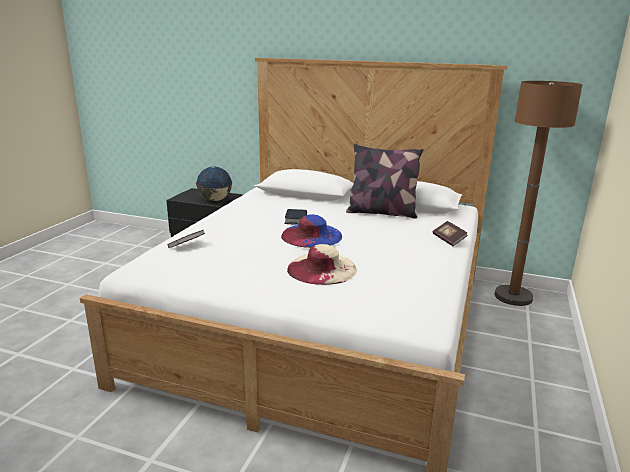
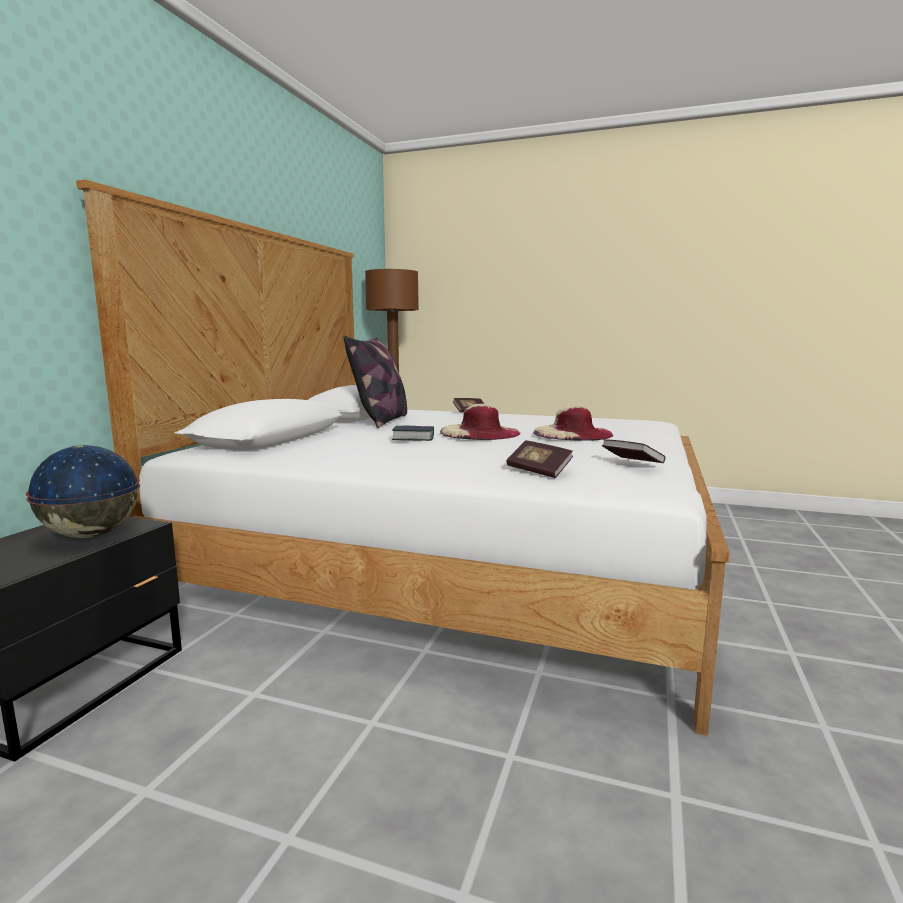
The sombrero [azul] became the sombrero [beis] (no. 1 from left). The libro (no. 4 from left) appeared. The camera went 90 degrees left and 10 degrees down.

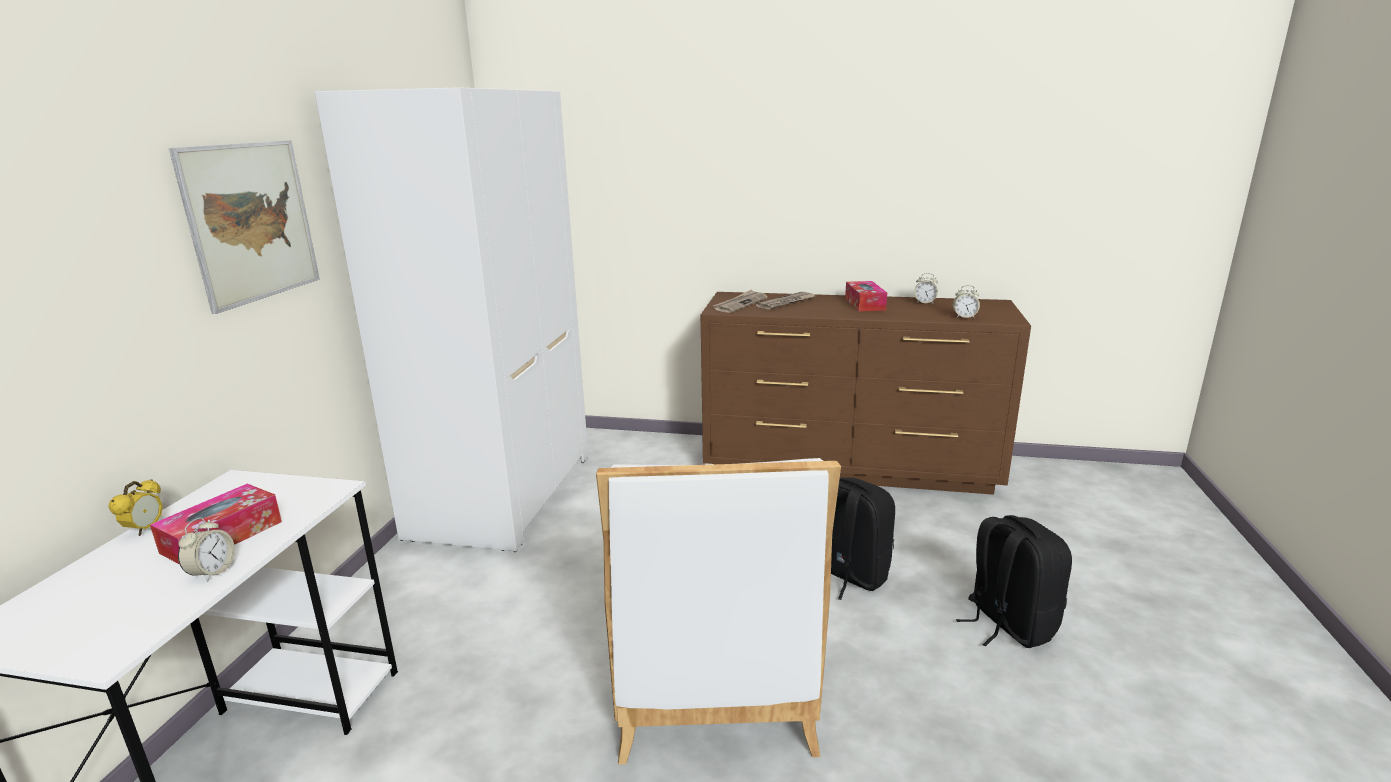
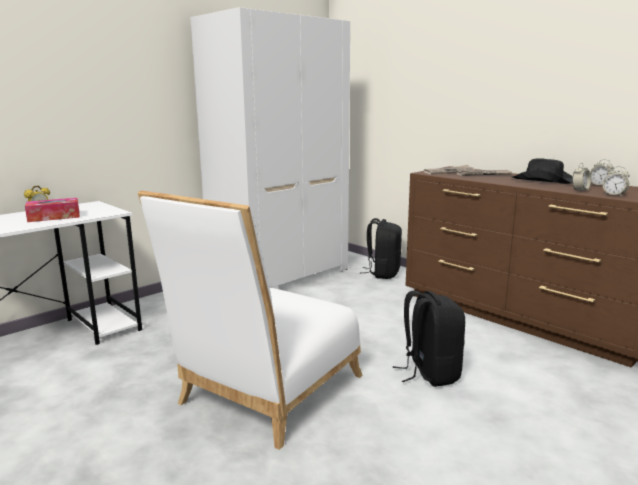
The cuadro disappeared. The caja de pañuelos (no. 2 from left) was replaced by the sombrero [negro]. The mochila [negro] (no. 2 from left in the first image) moved. The despertador (no. 2 from left) moved. The camera went 35 degrees right and 5 degrees down.

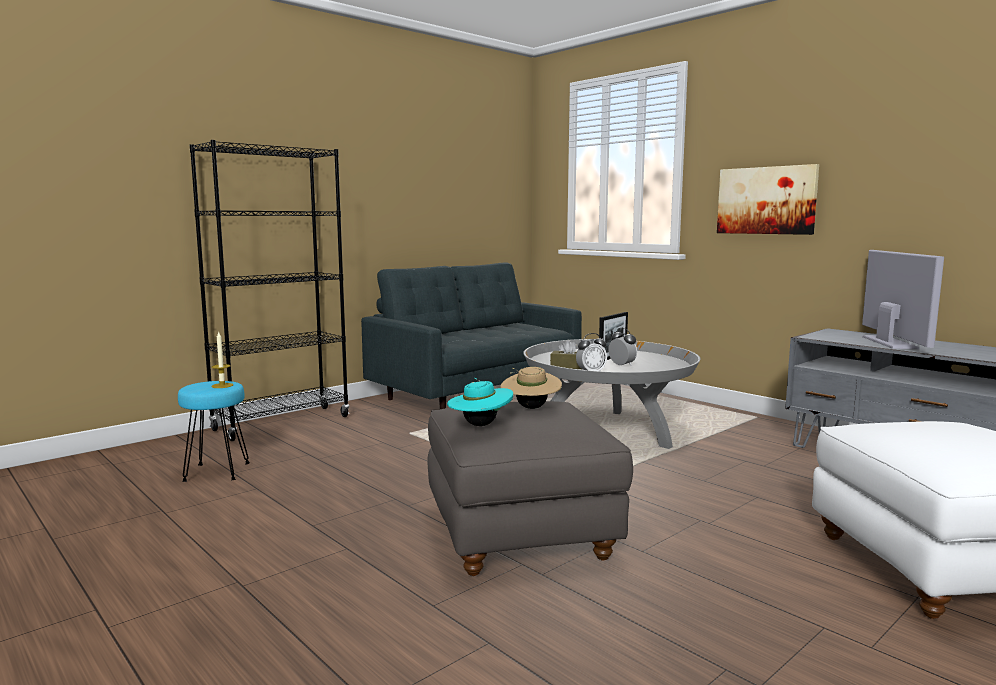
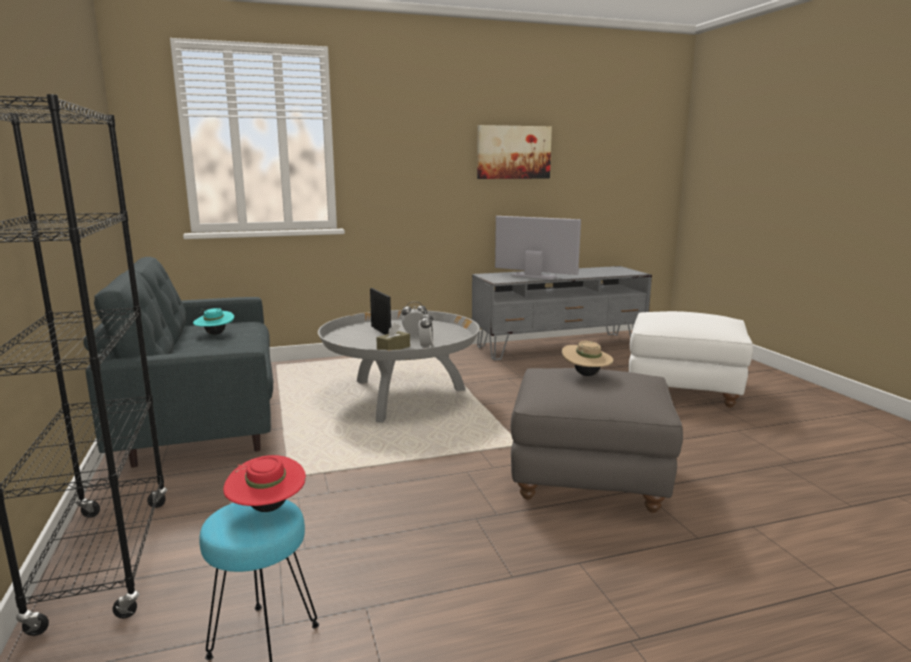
The cuadro moved. The vela was replaced by the sombrero [rojo]. The sombrero [turquesa] moved. The camera went 65 degrees left and 5 degrees up.

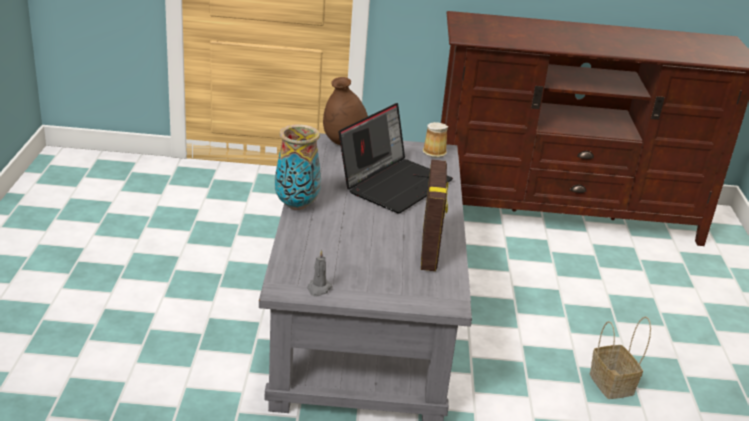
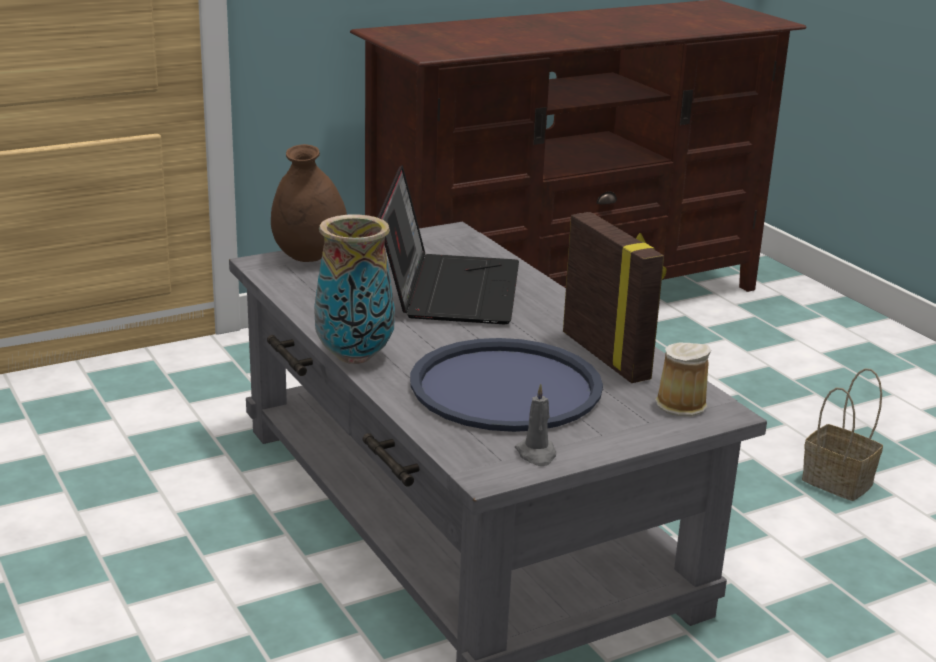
The taza grande moved. The bandeja [azul] appeared. The camera went 30 degrees left and 5 degrees down.

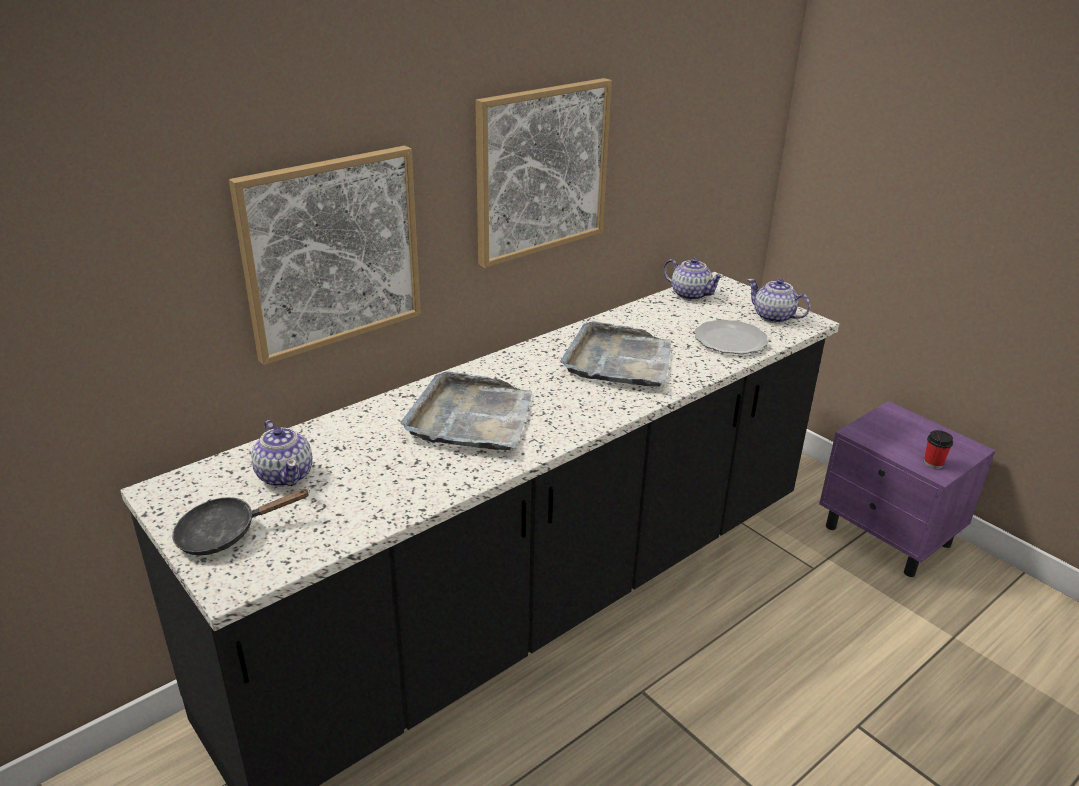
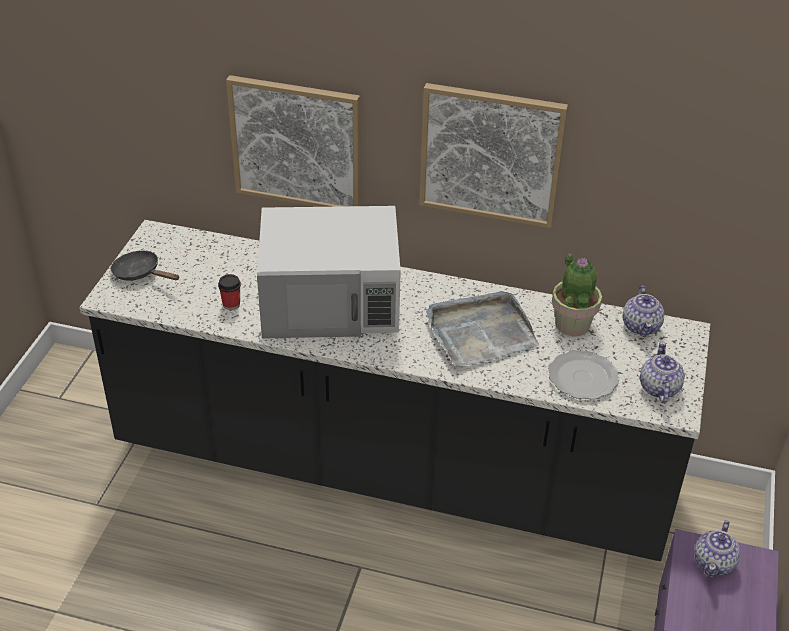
The bandeja [gris] (no. 1 from left) was replaced by the microondas [blanco]. The tetera (no. 1 from left in the first image) moved. The taza moved. The planta en maceta appeared. The camera went 55 degrees right and 10 degrees up.

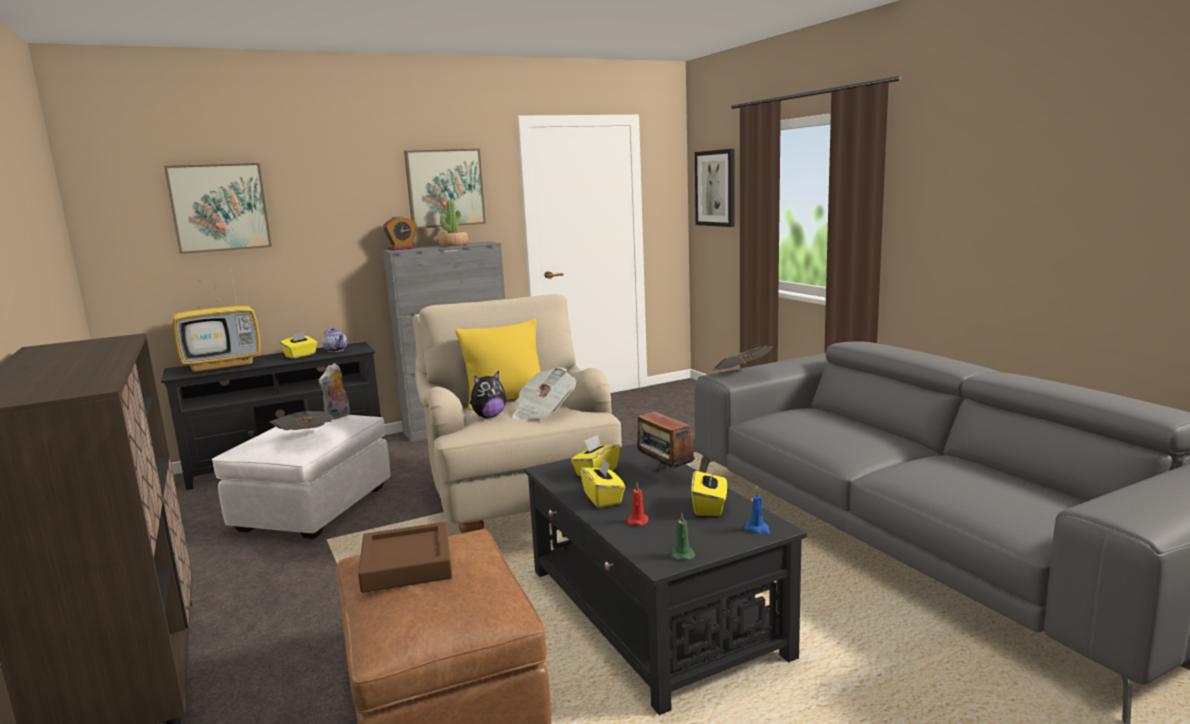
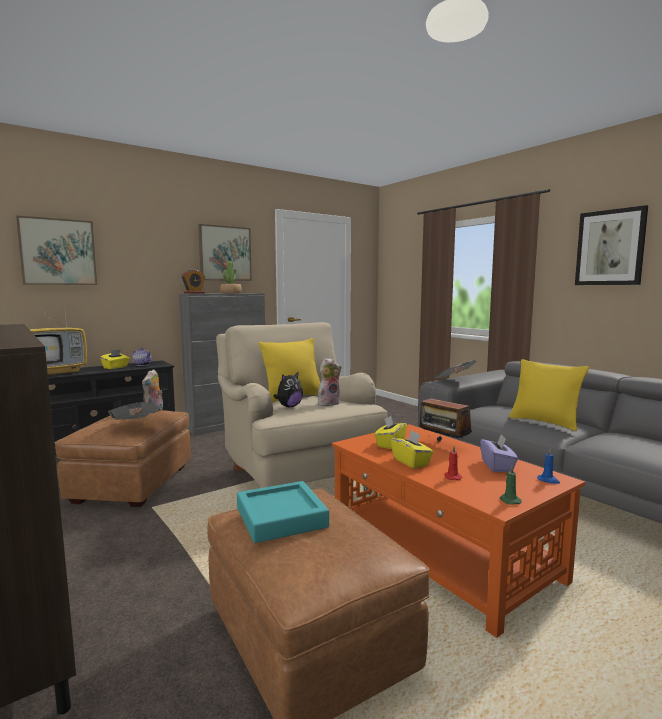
The cuadro (no. 3 from left) moved. The periódico (no. 2 from left) was replaced by the peluche (no. 3 from left). The puf [blanco] became the puf [marrón] (no. 1 from left). The mesa de centro [negro] became the mesa de centro [naranja]. The caja de pañuelos [amarillo] (no. 4 from left) became the caja de pañuelos [morado]. The bandeja [marrón] became the bandeja [turquesa]. The cojín [amarillo] (no. 2 from left) appeared. The camera went 10 degrees left and 5 degrees down.

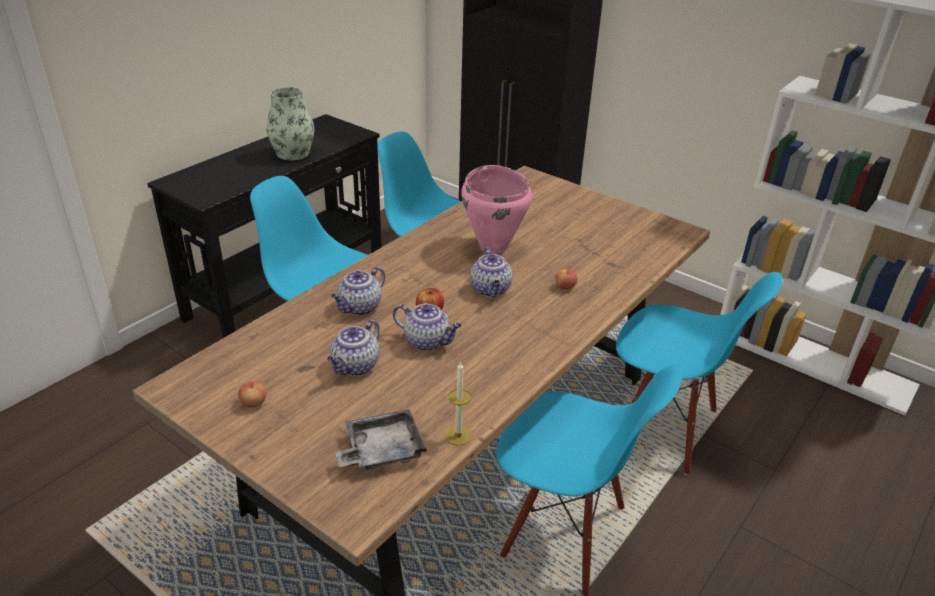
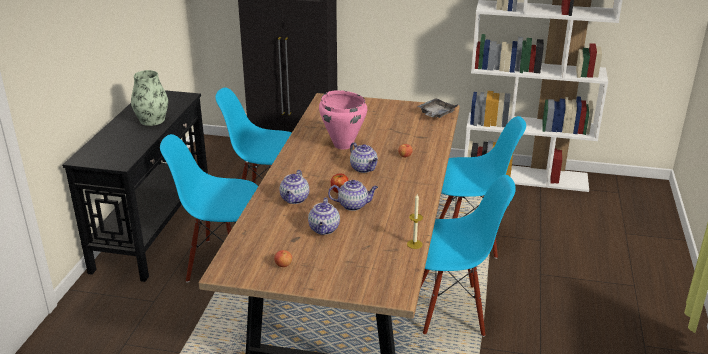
The bandeja [gris] moved. The camera went 25 degrees left and 5 degrees down.

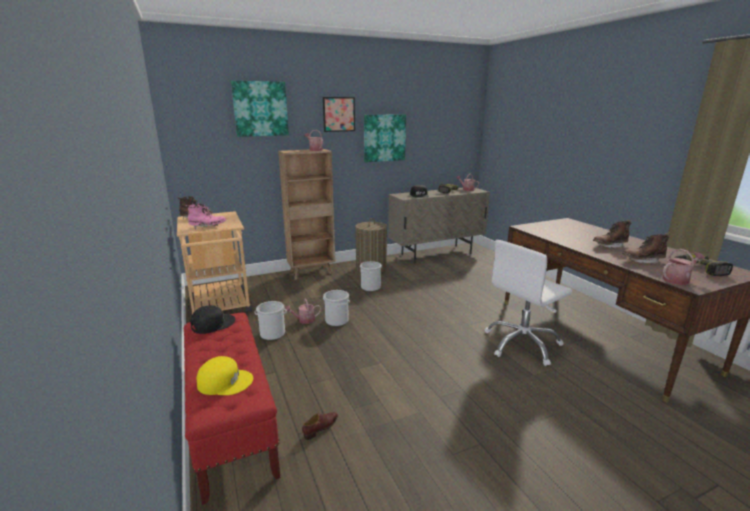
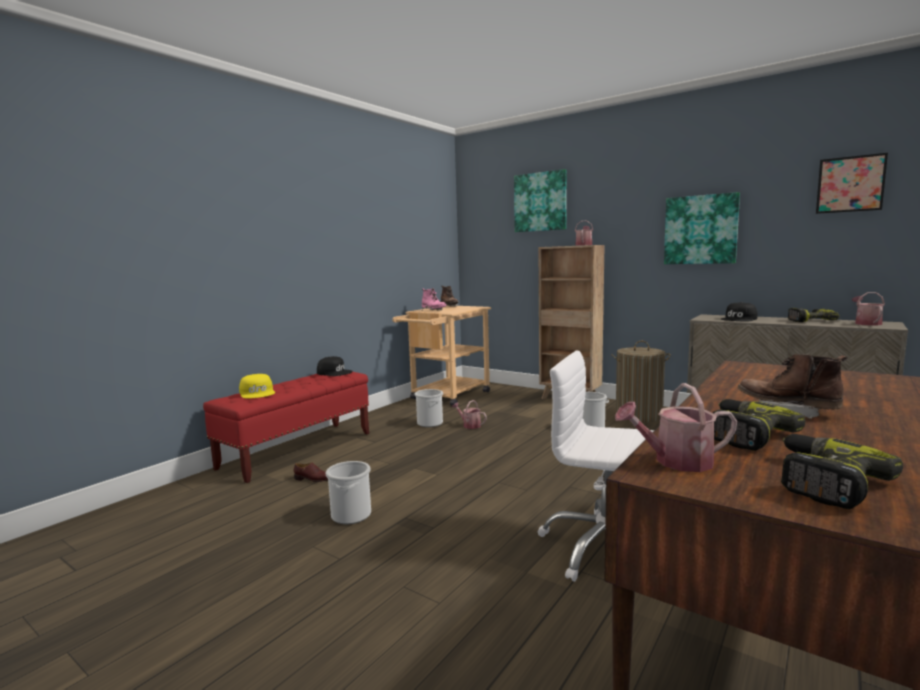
The cuadro (no. 2 from left in the first image) moved. The bota [marrón] (no. 3 from left) was replaced by the taladro (no. 1 from left). The regadera (no. 4 from left in the first image) turned 135 degrees clockwise. The cubo (no. 2 from left in the first image) moved. The camera went 60 degrees right and 10 degrees down.

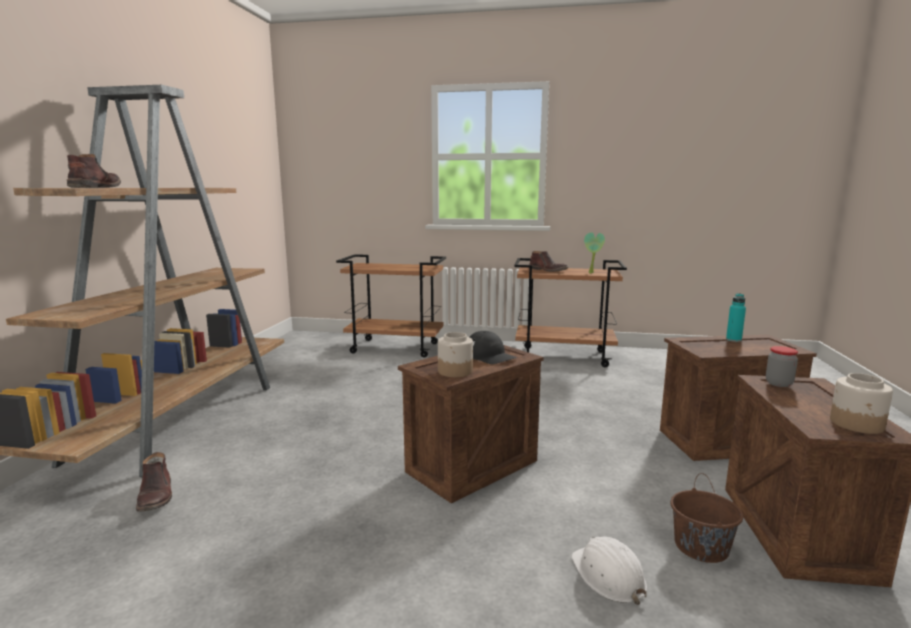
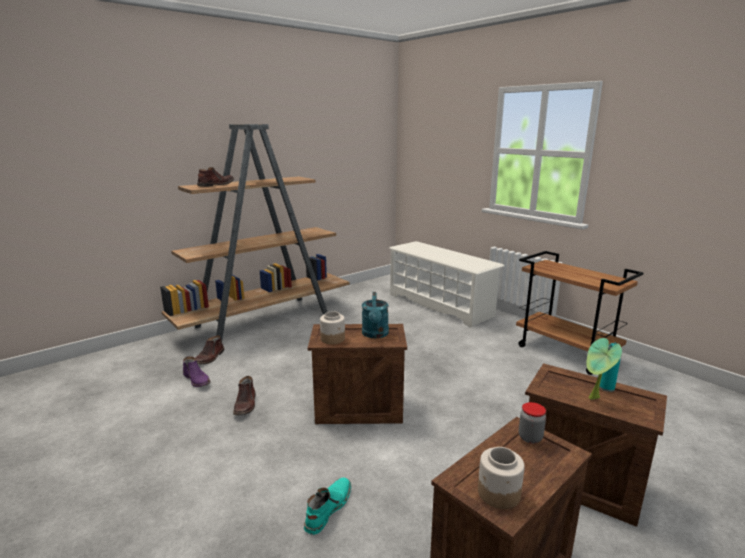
The planta en maceta moved. The bota [marrón] (no. 3 from left) moved. The carrito [marrón] (no. 1 from left) was replaced by the zapatero [blanco]. The gorra [negro] was replaced by the regadera [turquesa]. The cubo [marrón] disappeared. The casco [blanco] was replaced by the bota [turquesa]. The bota [morado] appeared. The camera went 40 degrees right and 5 degrees up.

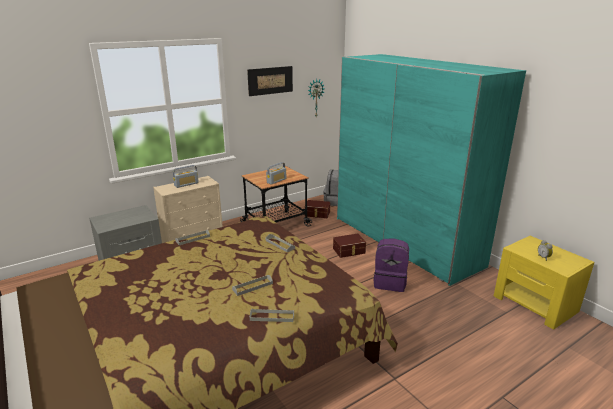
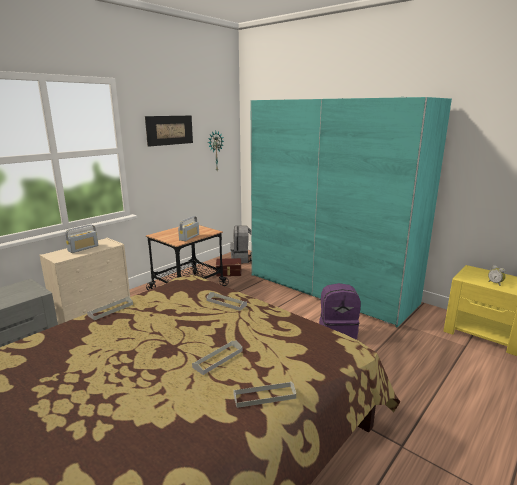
The caja de almacenaje [marrón] (no. 2 from left) disappeared. The camera went 15 degrees left and 5 degrees down.

